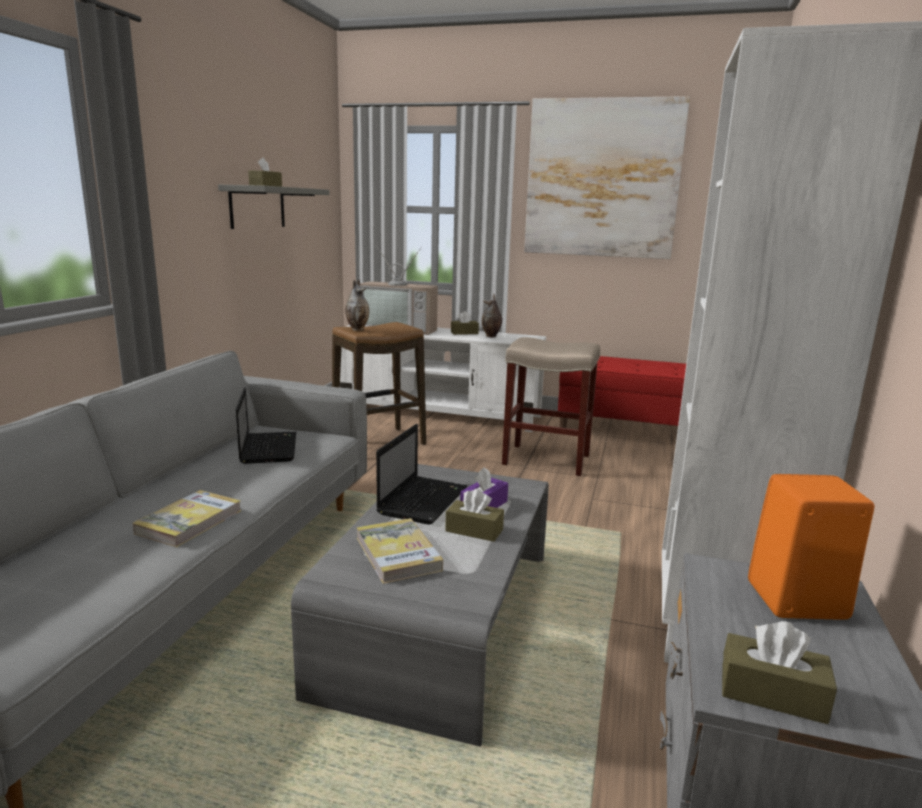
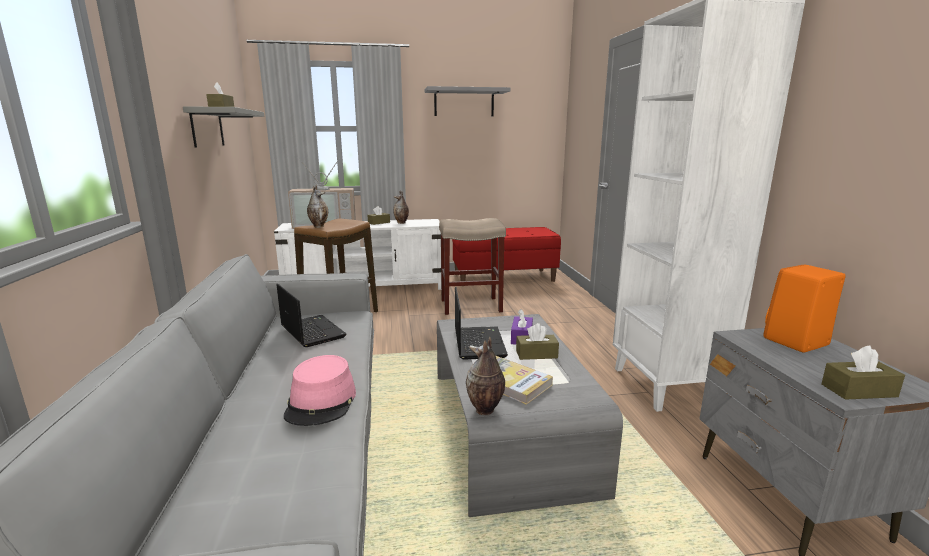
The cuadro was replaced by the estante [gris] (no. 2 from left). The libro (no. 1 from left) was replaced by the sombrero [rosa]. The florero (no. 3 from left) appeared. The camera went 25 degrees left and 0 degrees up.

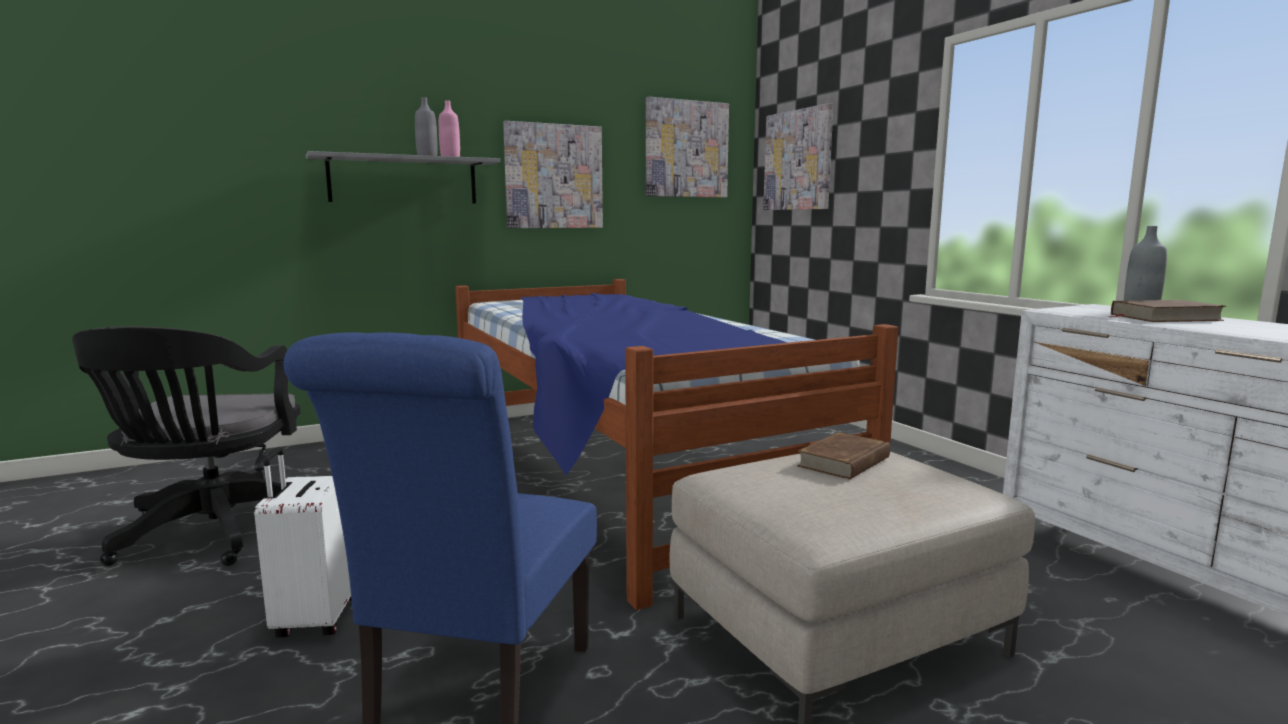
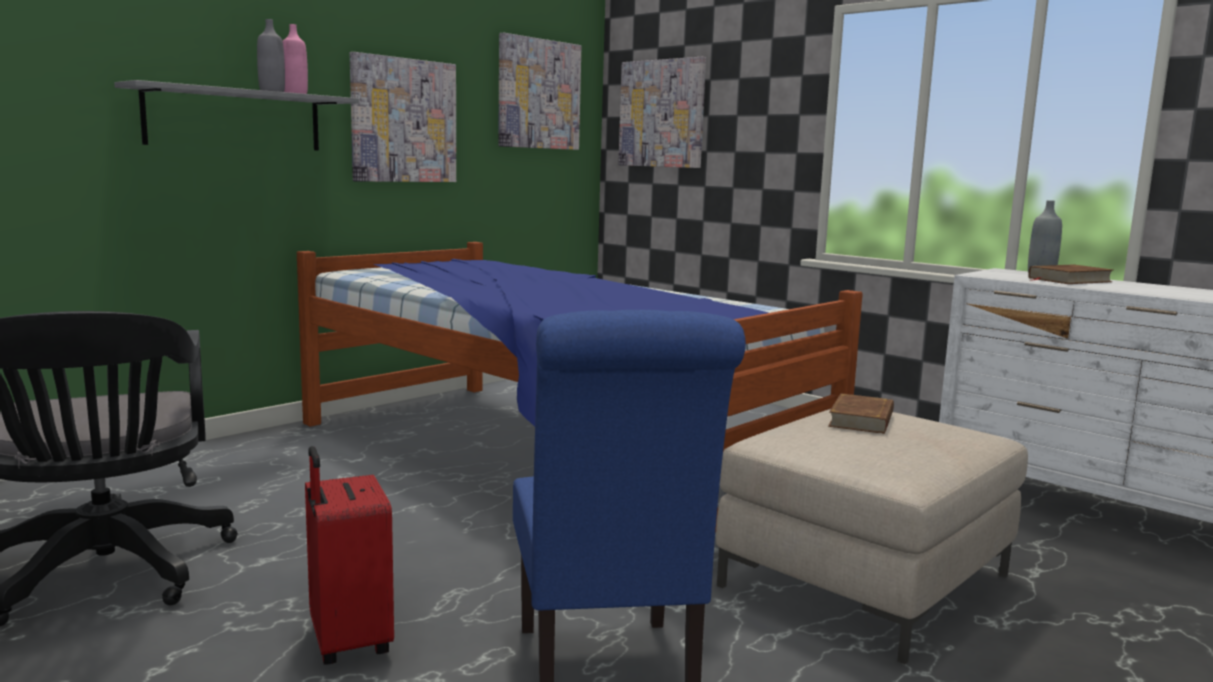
The maleta [blanco] became the maleta [rojo]. The camera went 20 degrees left and 0 degrees up.

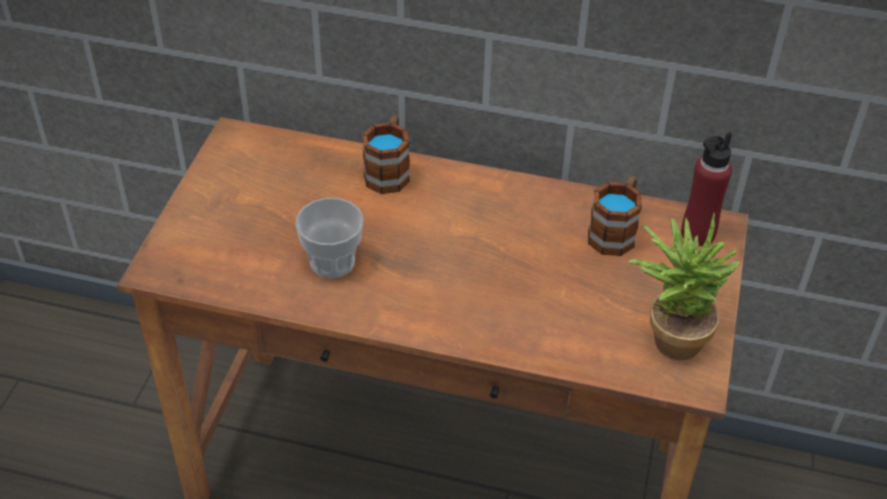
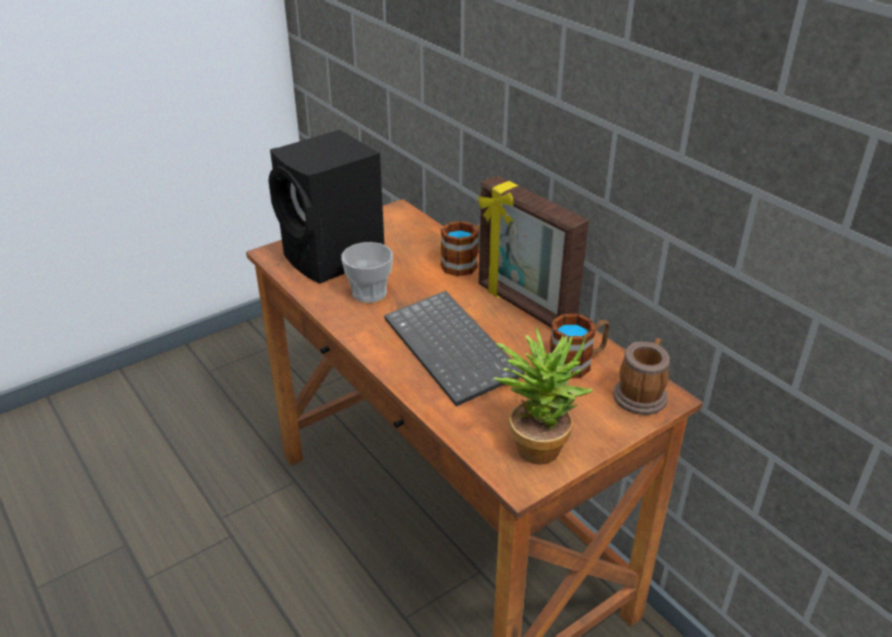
The botella [rojo] was replaced by the taza grande (no. 3 from left). The altavoz [negro] appeared. The portarretratos appeared. The teclado appeared. The camera went 40 degrees right and 10 degrees down.

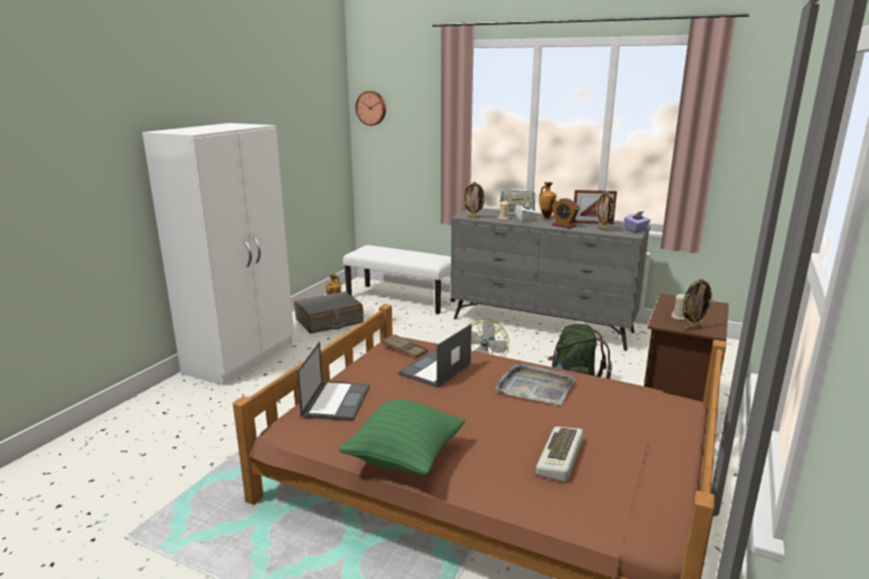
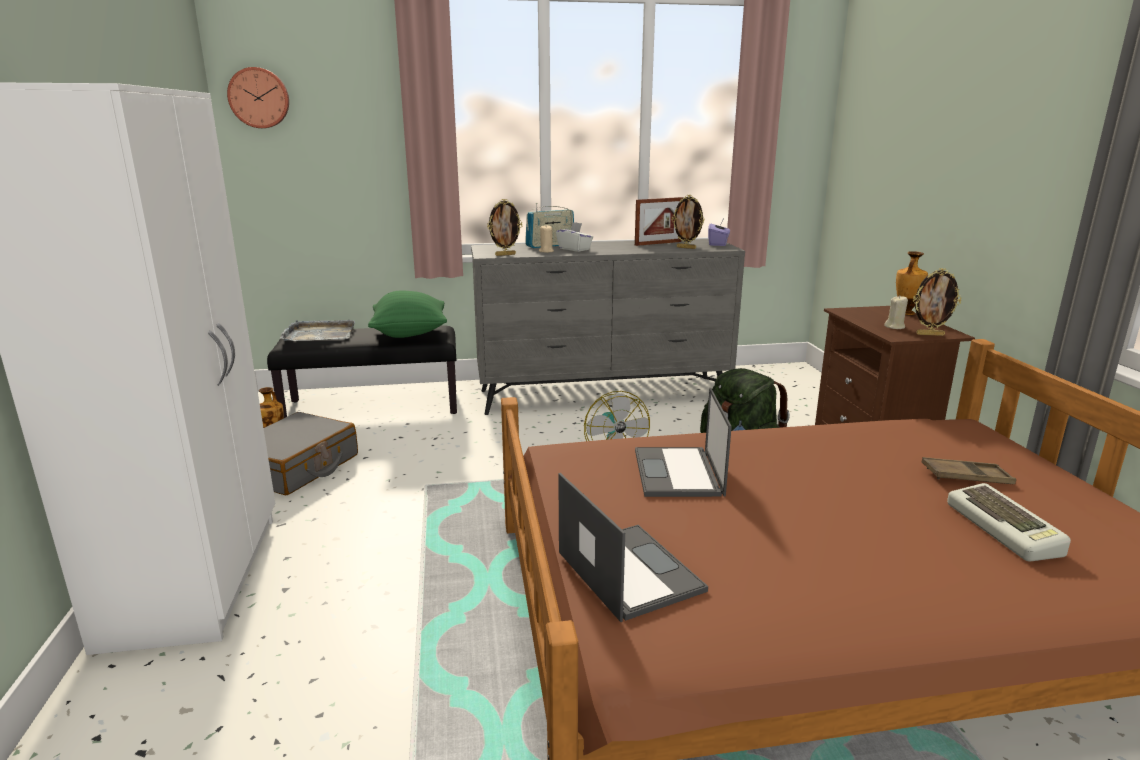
The florero (no. 2 from left) moved. The despertador disappeared. The banco [blanco] became the banco [negro]. The portarretratos (no. 4 from left) turned 60 degrees clockwise. The bandeja [marrón] moved. The bandeja [gris] moved. The cojín [verde] moved. The camera went 35 degrees left and 0 degrees up.

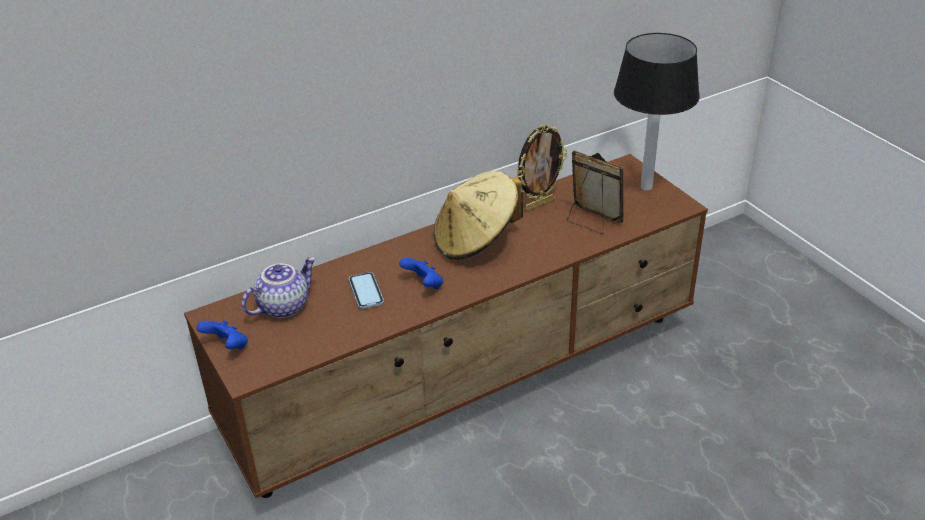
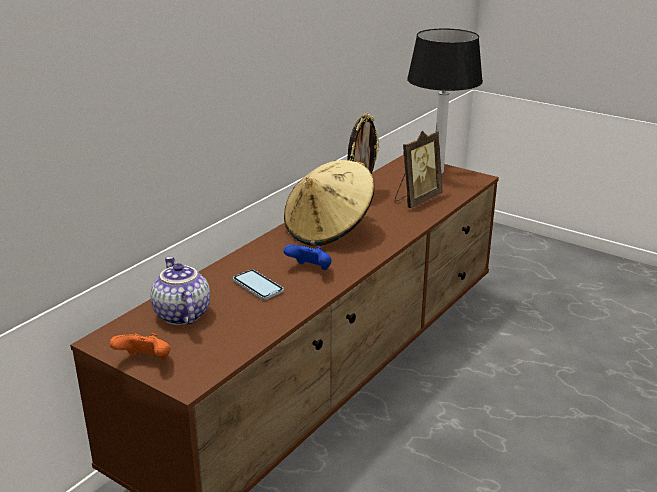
The portarretratos (no. 2 from left) turned 120 degrees clockwise. The tetera turned 45 degrees counterclockwise. The mando de consola [azul] (no. 1 from left) became the mando de consola [naranja]. The camera went 25 degrees left and 10 degrees down.

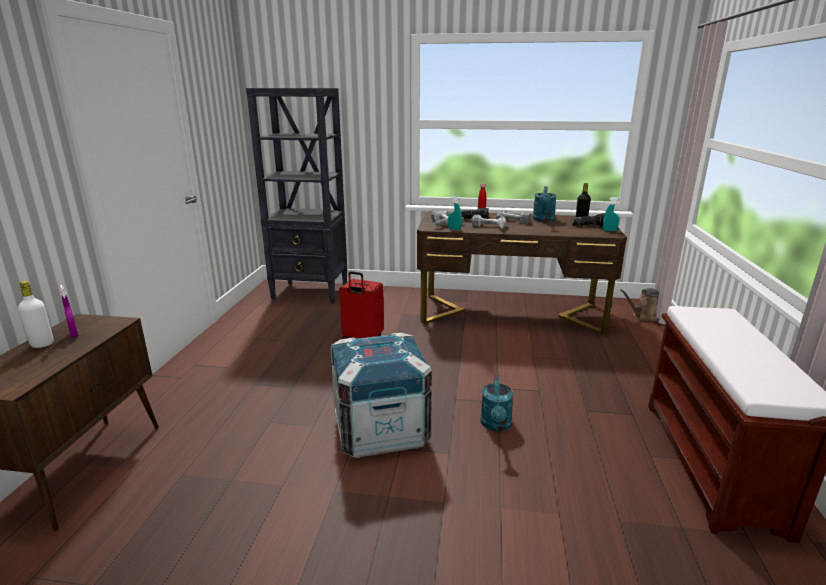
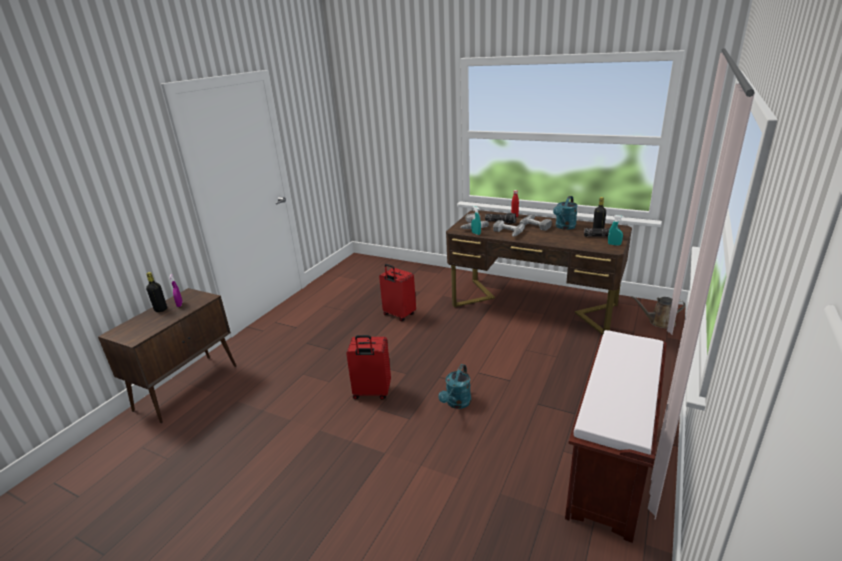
The estantería [negro] disappeared. The botella [blanco] became the botella [negro] (no. 1 from left). The caja de embalaje was replaced by the maleta [rojo] (no. 1 from left). The camera went 20 degrees right and 5 degrees up.

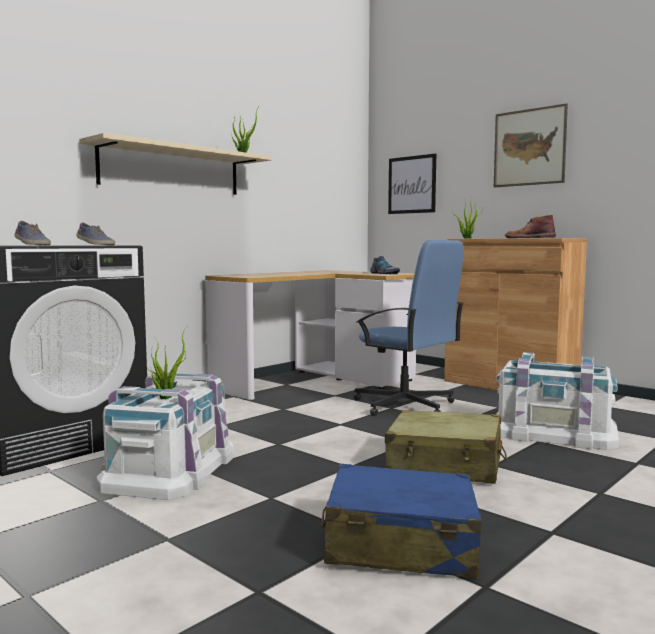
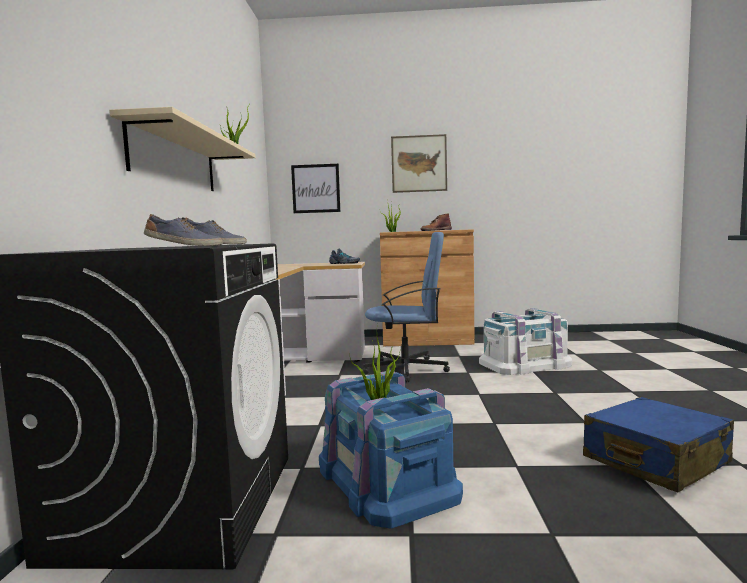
The caja de almacenaje [blanco] (no. 1 from left) became the caja de almacenaje [azul]. The maleta [beis] disappeared. The camera went 40 degrees left and 0 degrees up.

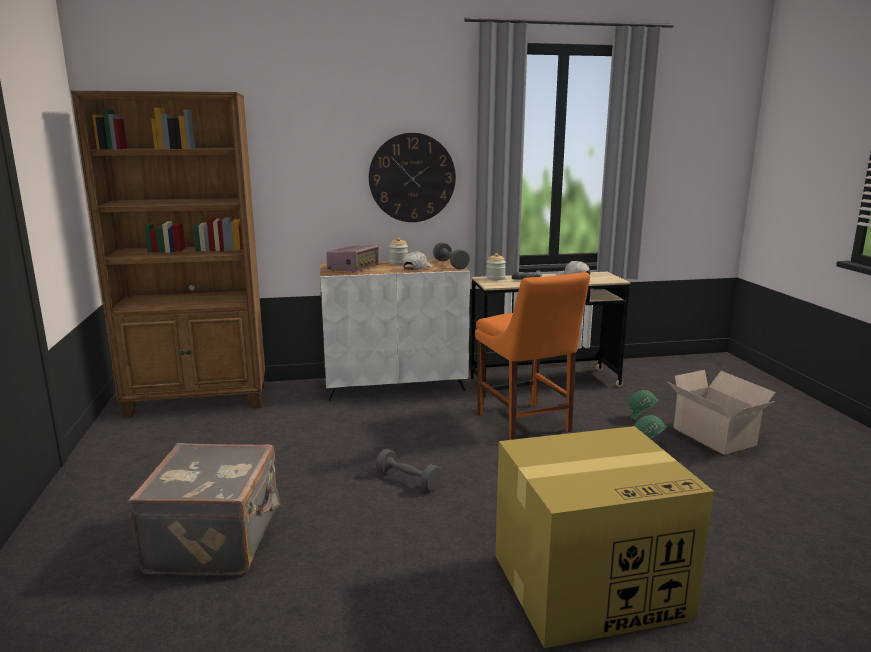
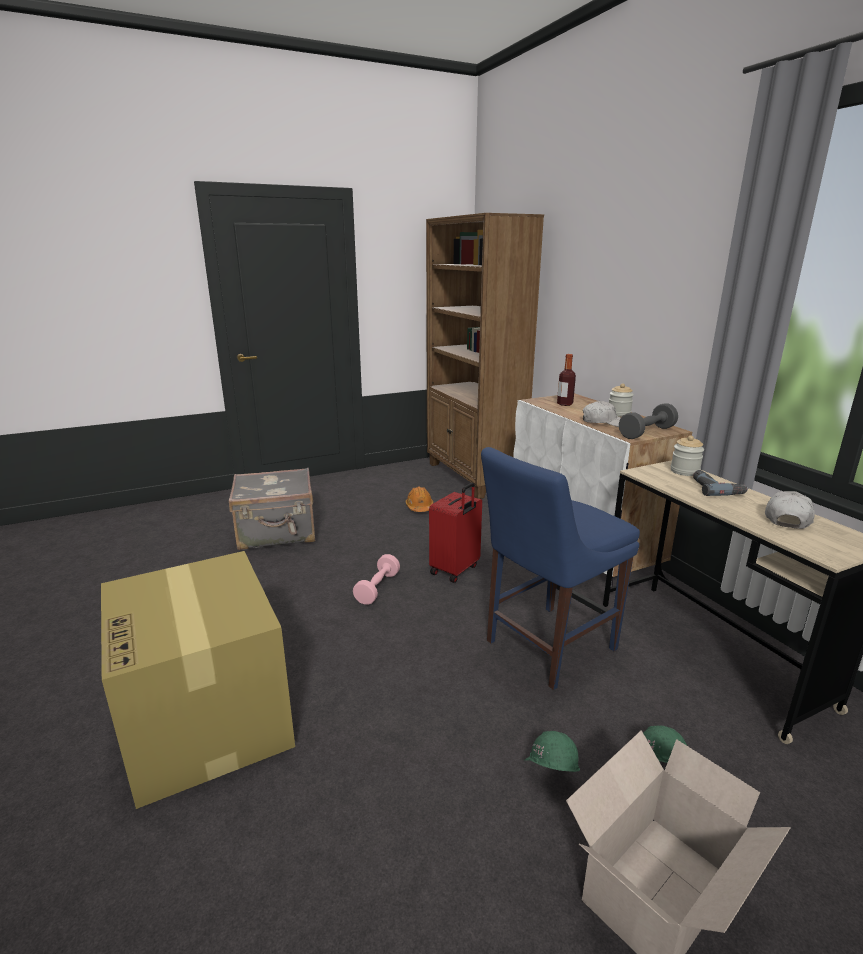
The reloj de pared disappeared. The radio was replaced by the botella. The silla [naranja] became the silla [azul]. The mancuerna [gris] (no. 1 from left) became the mancuerna [rosa]. The maleta [rojo] appeared. The casco [naranja] appeared. The camera went 75 degrees right and 5 degrees up.

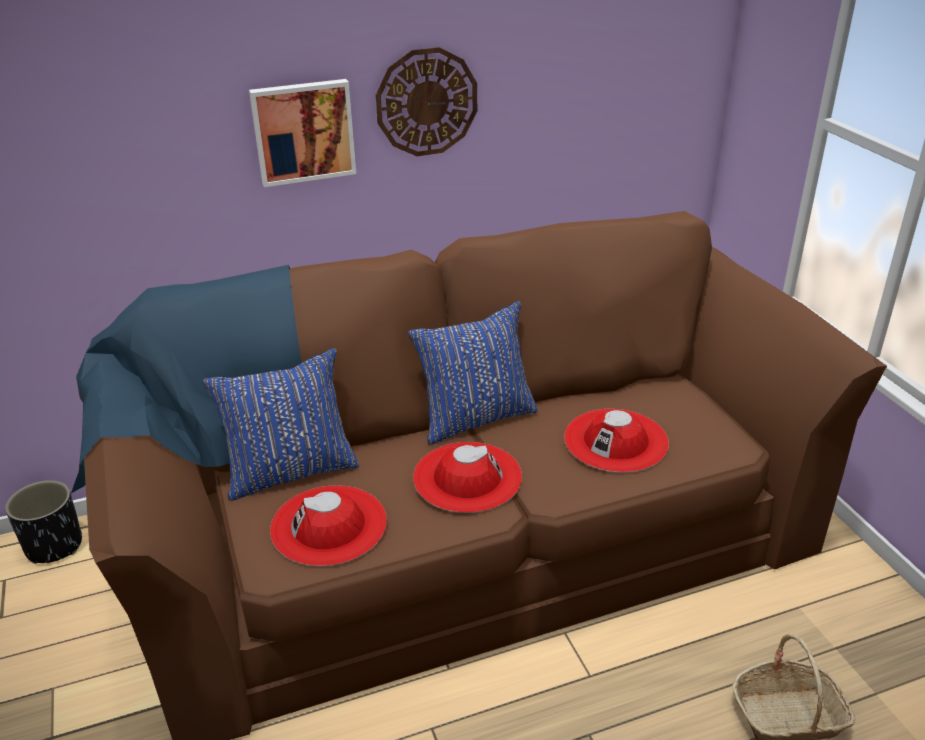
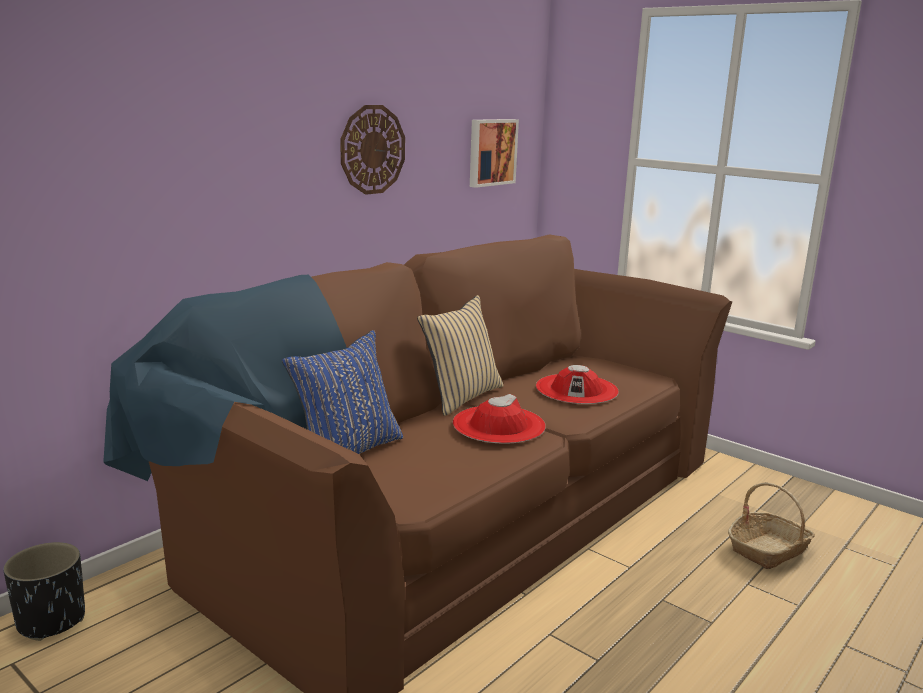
The cuadro moved. The cojín [azul] (no. 2 from left) became the cojín [beis]. The sombrero [rojo] (no. 1 from left) disappeared. The camera went 30 degrees left and 15 degrees down.

